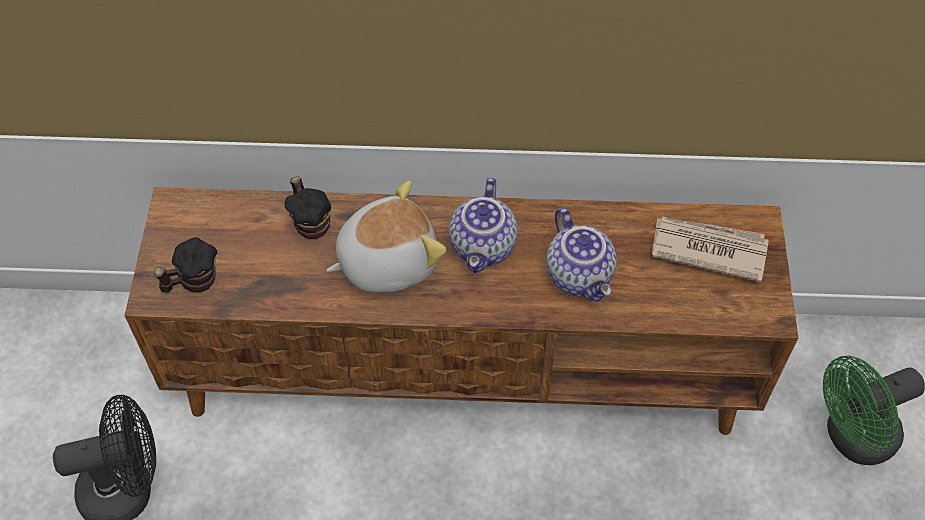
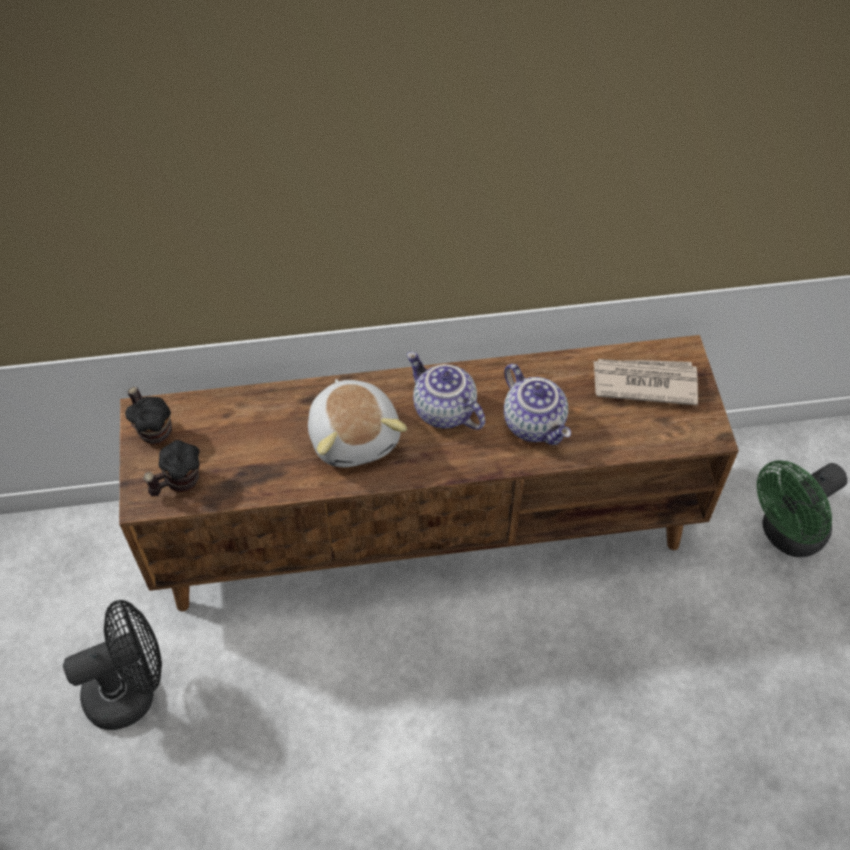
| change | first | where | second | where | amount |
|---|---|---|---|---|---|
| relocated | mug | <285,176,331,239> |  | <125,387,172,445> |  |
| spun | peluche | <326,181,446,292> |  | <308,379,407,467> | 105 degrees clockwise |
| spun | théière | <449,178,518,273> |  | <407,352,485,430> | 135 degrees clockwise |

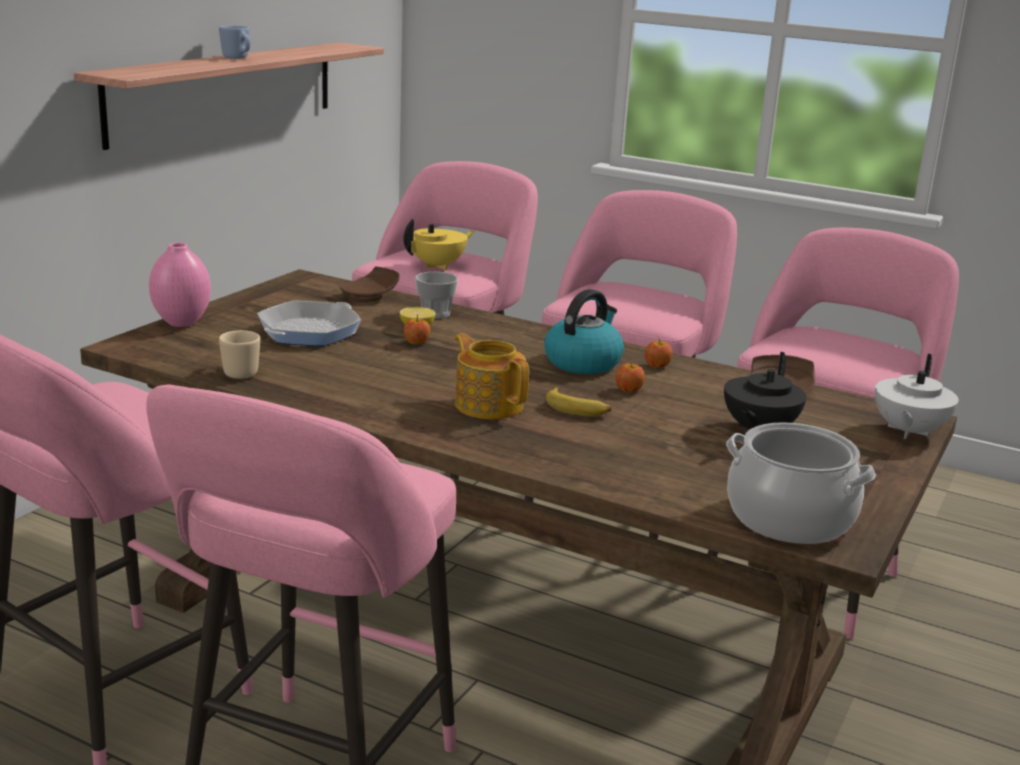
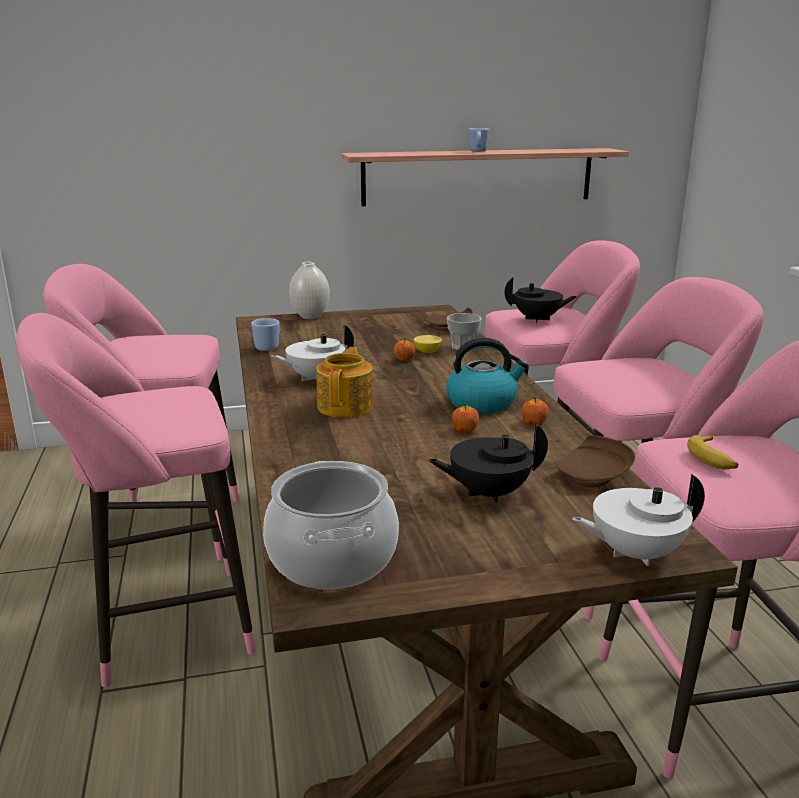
| change | first | where | second | where | amount |
|---|---|---|---|---|---|
| missing | poêle | <257,300,361,346> |  |  |  |
| appeared |  |  | théière (blanc) | <271,324,354,381> |  |
| relocated | banane | <546,387,611,417> |  | <687,435,739,470> |  |
| colour | vase (rose) | <149,243,211,327> | vase (blanc) | <289,262,330,319> |  |
| colour | mug (beige) | <219,330,260,379> | mug (bleu) | <251,318,280,351> |  |
| colour | théière (jaune) | <404,219,474,270> | théière (noir) | <505,277,577,323> |  |

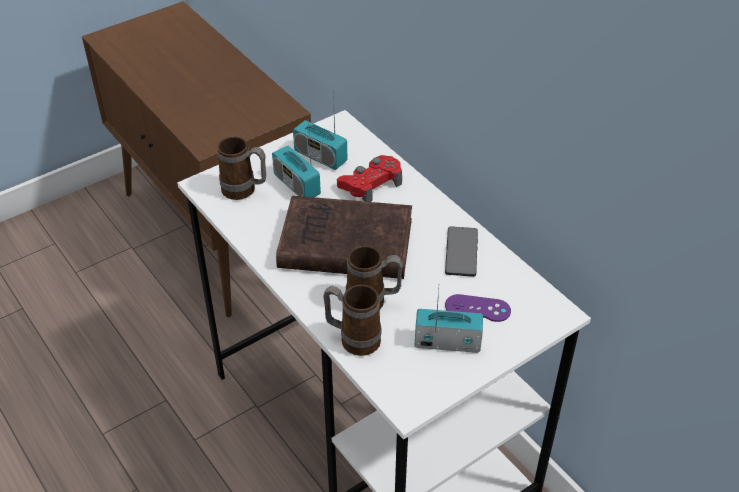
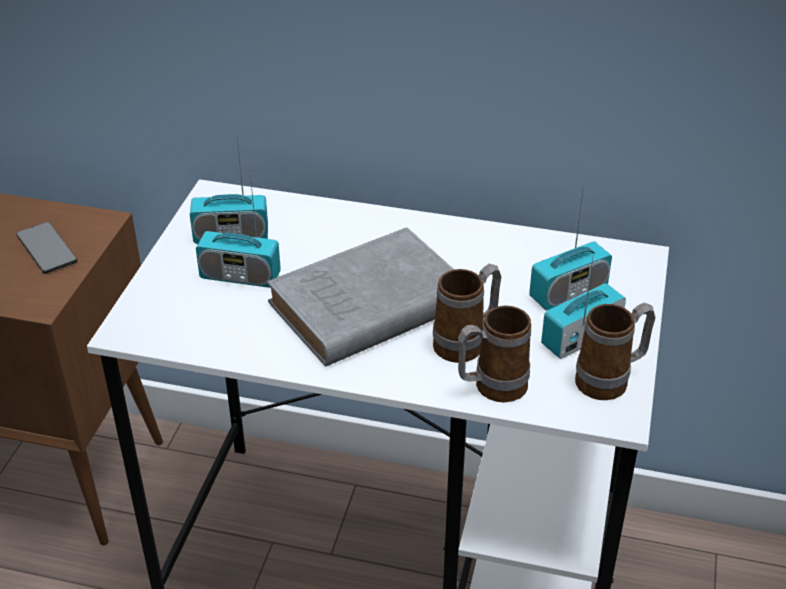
| change | first | where | second | where | amount |
|---|---|---|---|---|---|
| missing | manette (rouge) | <337,155,402,202> |  |  |  |
| relocated | mug | <217,137,266,200> |  | <575,303,655,400> |  |
| relocated | téléphone | <445,226,478,277> |  | <16,222,77,273> |  |
| exchanged | manette (violet) | <445,294,511,322> | radio | <529,184,612,310> |  |
| colour | livre (marron) | <276,196,412,279> | livre (gris) | <267,227,454,367> |  |

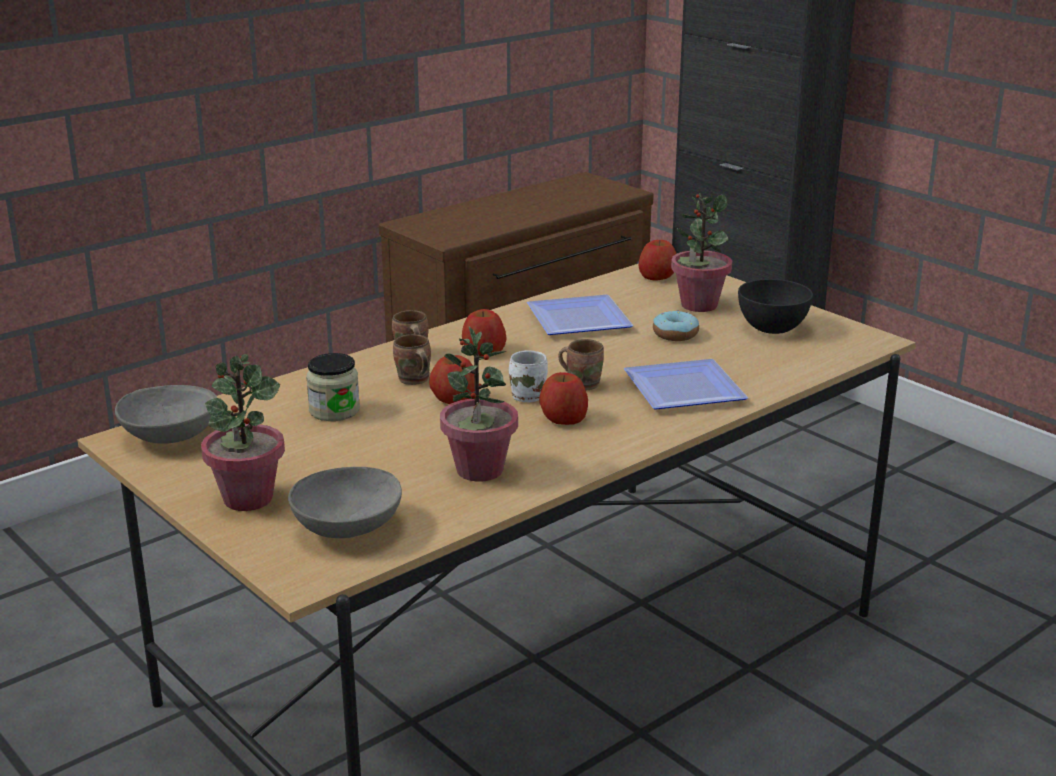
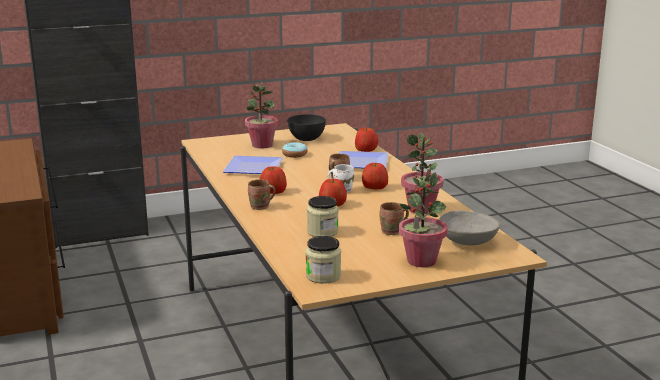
| change | first | where | second | where | amount |
|---|---|---|---|---|---|
| relocated | mug (marron) | <393,334,431,385> |  | <379,202,409,235> |  |
| relocated | pomme | <639,240,676,280> |  | <355,128,379,152> |  |
| exchanged | bol (gris) | <115,385,217,444> | bocal | <306,236,341,284> |  |

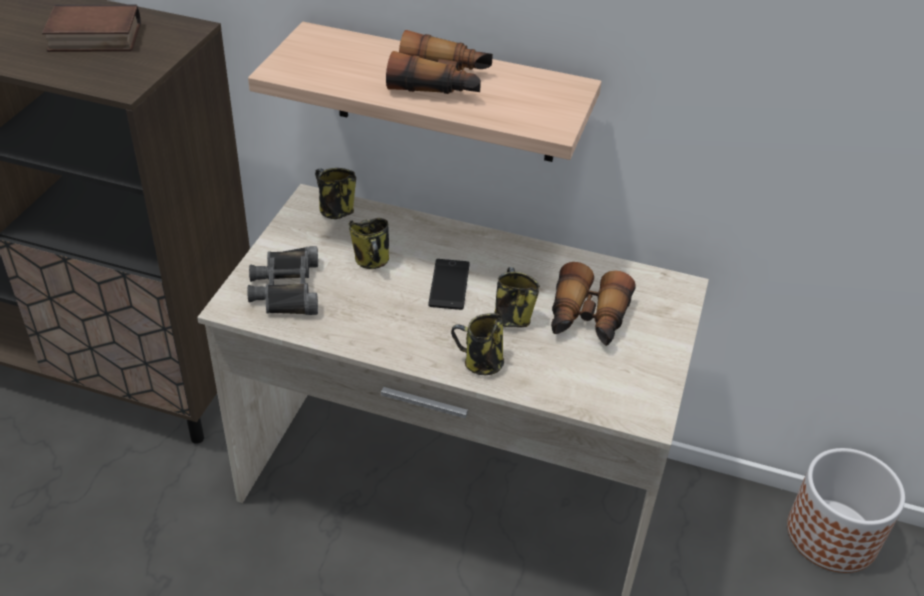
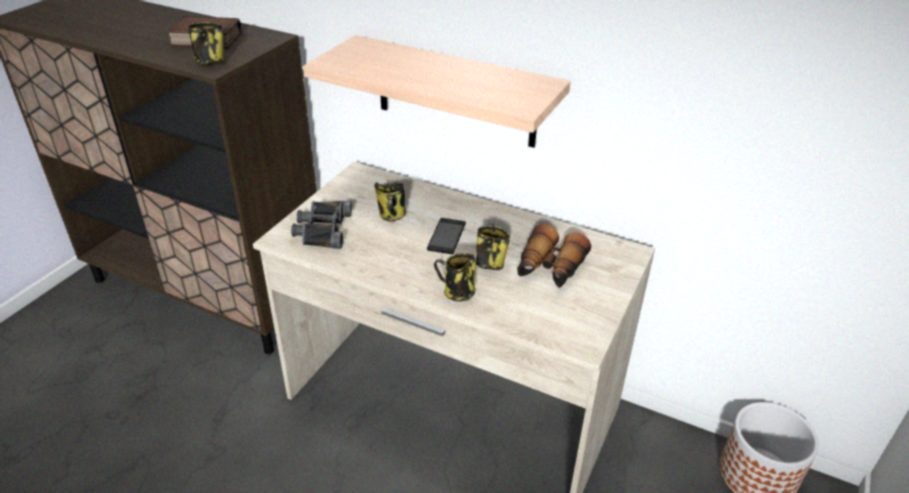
| change | first | where | second | where | amount |
|---|---|---|---|---|---|
| missing | jumelles | <386,30,493,94> |  |  |  |
| relocated | mug | <315,168,356,219> |  | <188,22,225,65> |  |

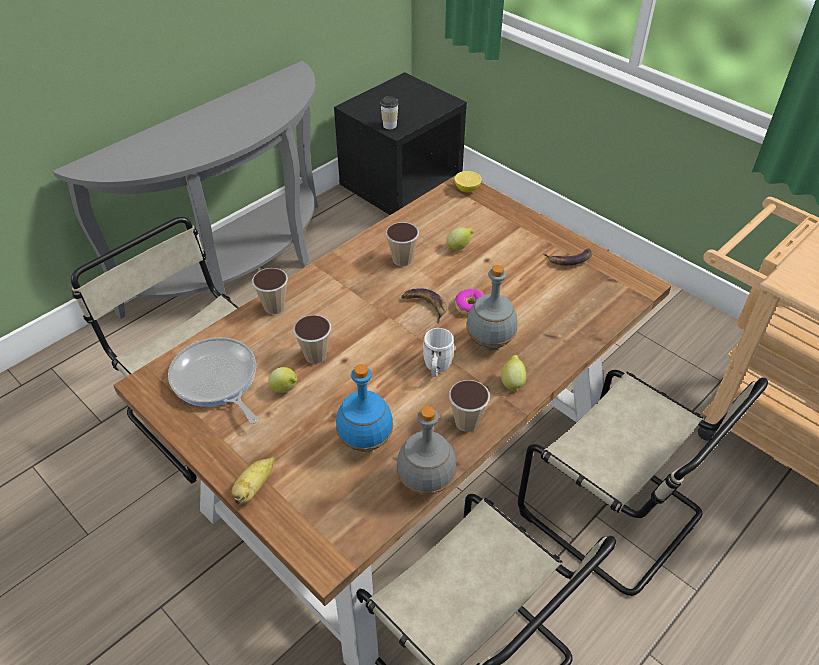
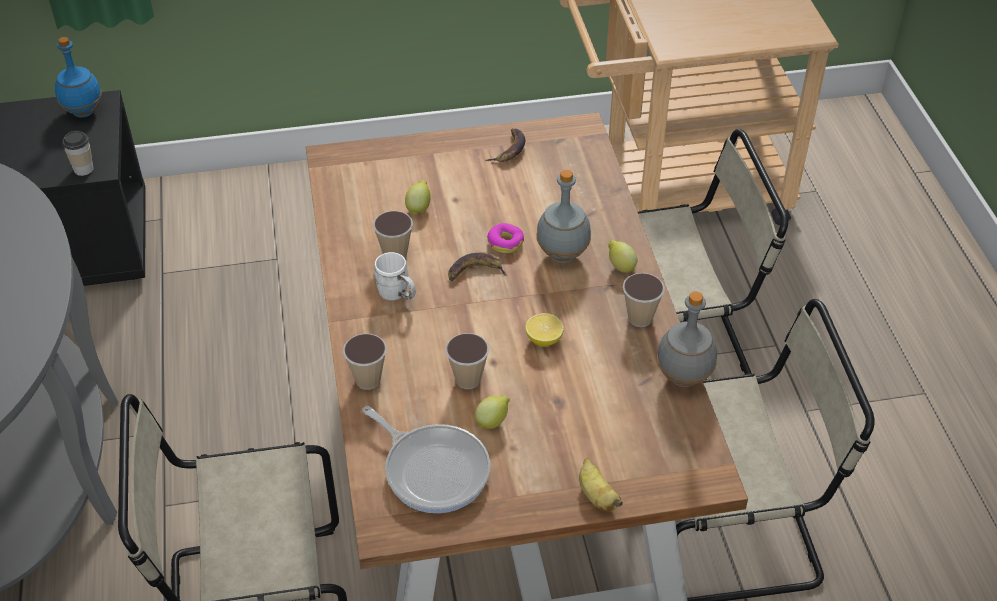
| change | first | where | second | where | amount |
|---|---|---|---|---|---|
| relocated | bouteille (bleu) | <336,364,393,452> |  | <55,37,102,117> |  |
| relocated | mug (blanc) | <423,328,455,377> |  | <374,252,415,301> |  |
| relocated | citron | <454,171,482,192> |  | <525,313,564,347> |  |
| spun | poêle | <168,337,258,424> |  | <362,406,490,513> | 135 degrees counterclockwise |

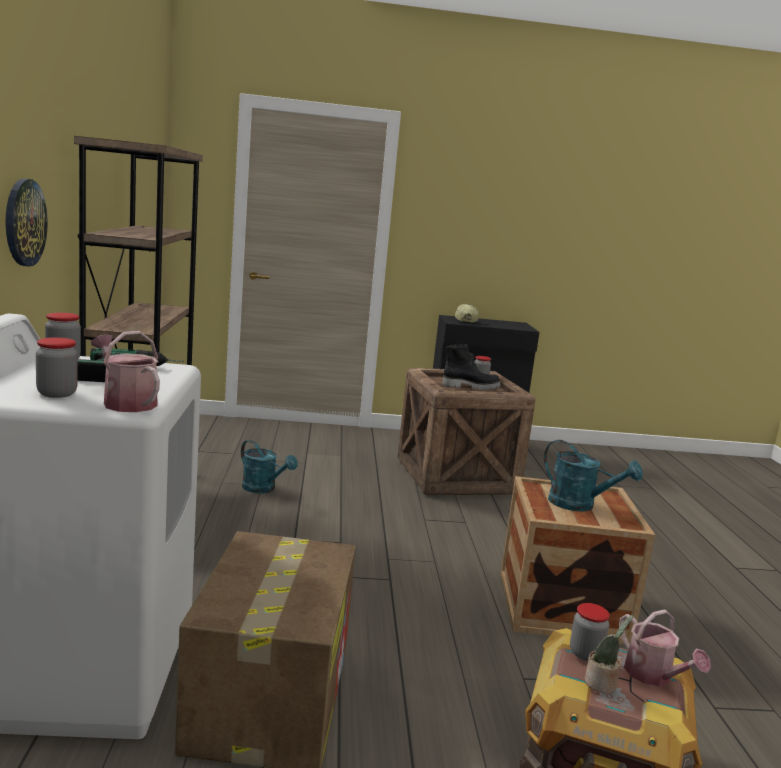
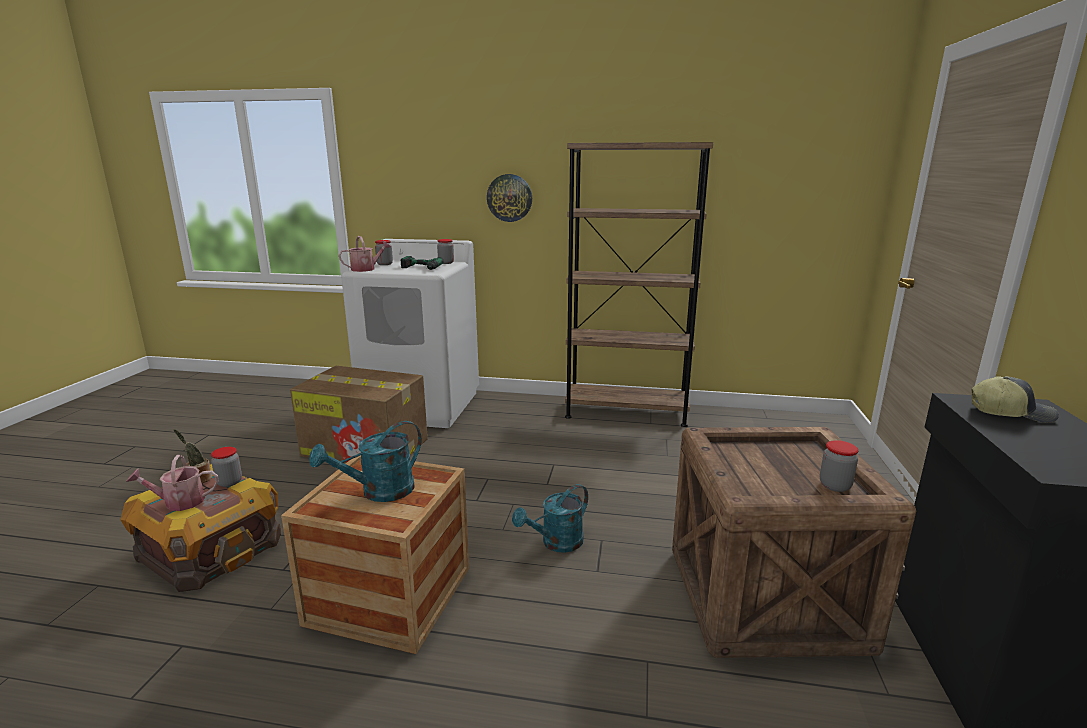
| change | first | where | second | where | amount |
|---|---|---|---|---|---|
| missing | botte (noir) | <442,344,501,390> |  |  |  |
| relocated | arrosoir (turquoise) | <241,440,298,493> |  | <512,484,588,553> |  |

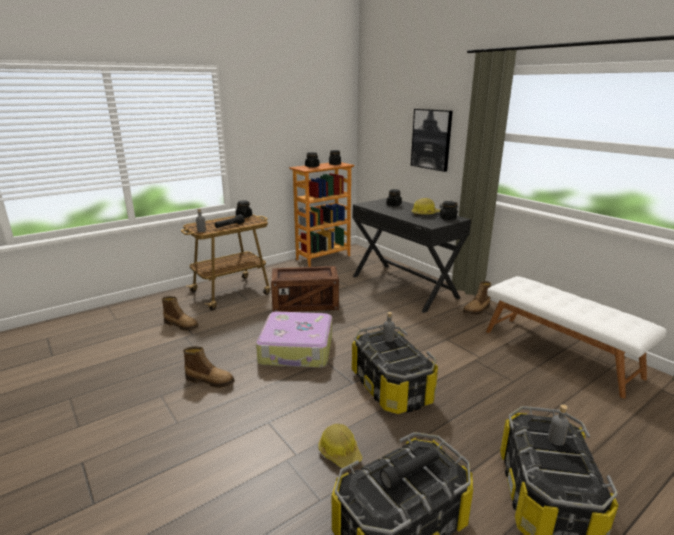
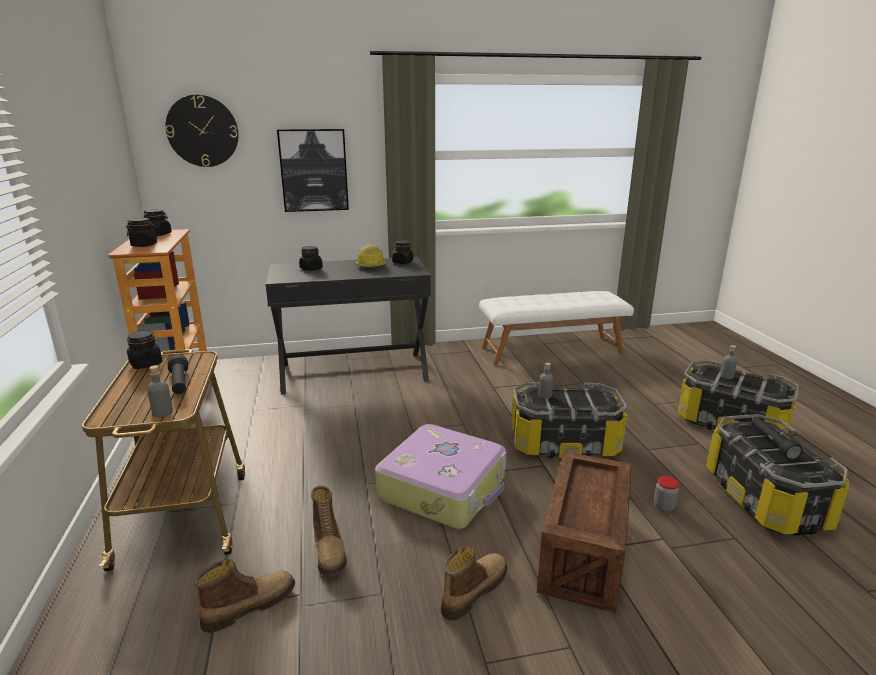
| change | first | where | second | where | amount |
|---|---|---|---|---|---|
| appeared |  |  | horloge murale | <166,95,239,167> |  |
| relocated | caisse | <271,266,339,312> |  | <537,451,631,613> |  |
| relocated | botte | <463,281,491,315> |  | <311,485,347,577> |  |
| exchanged | casque de chantier | <318,424,362,468> | bocal | <654,476,679,512> |  |

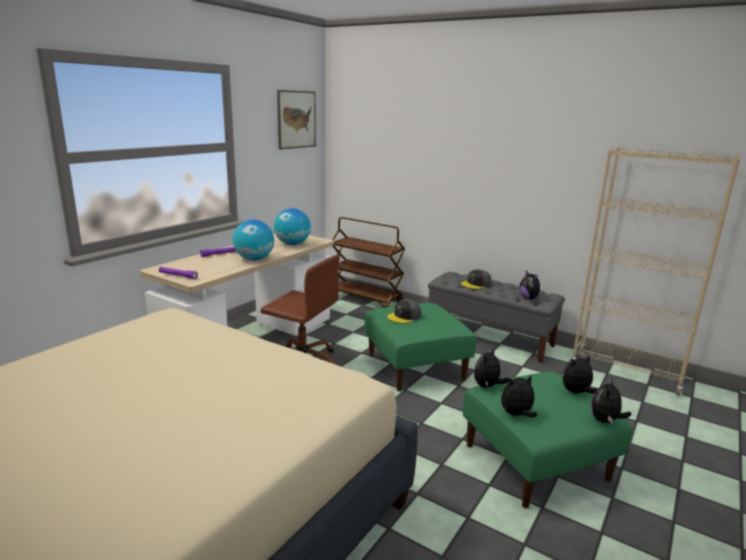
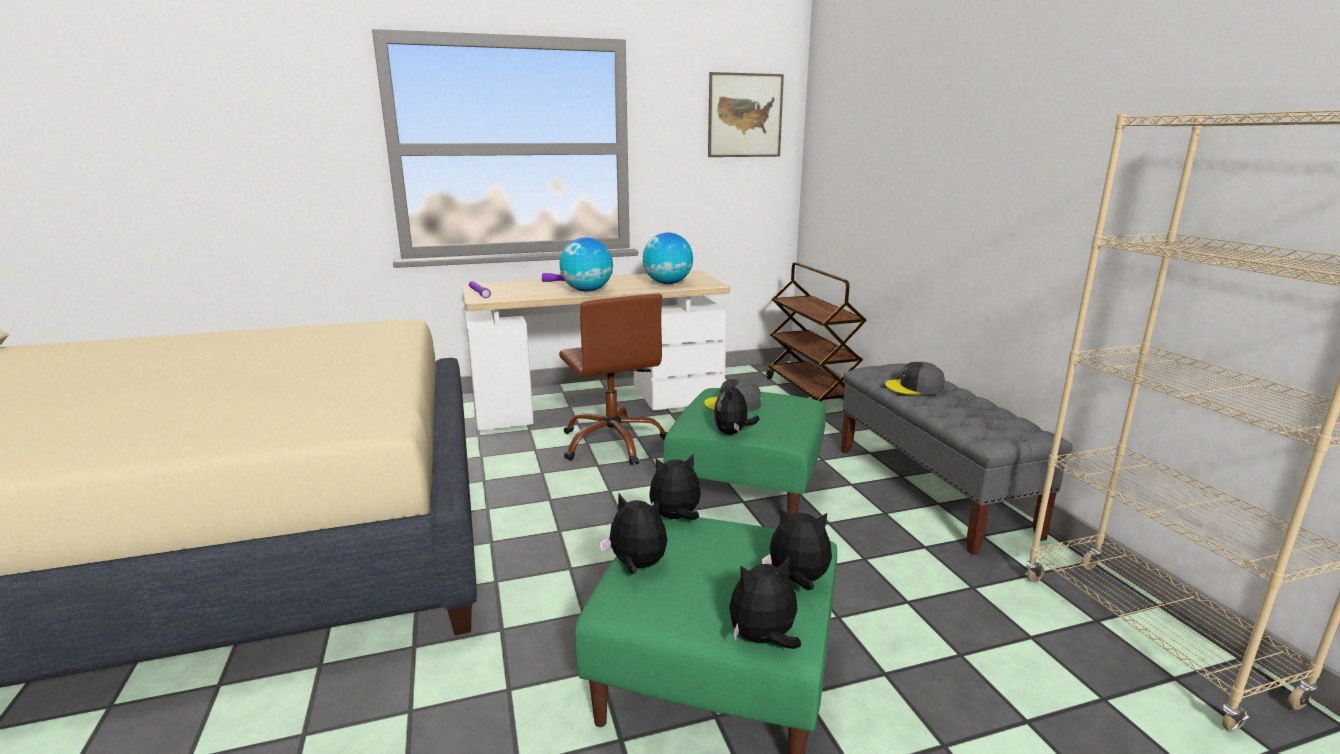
| change | first | where | second | where | amount |
|---|---|---|---|---|---|
| relocated | peluche | <519,271,544,299> |  | <714,381,759,435> |  |

